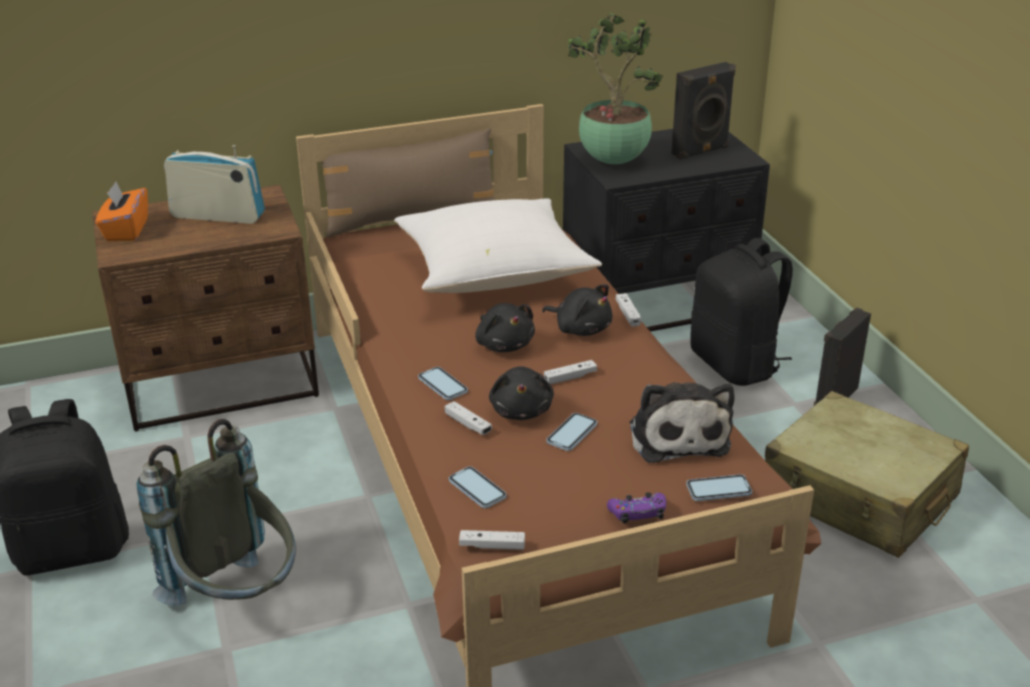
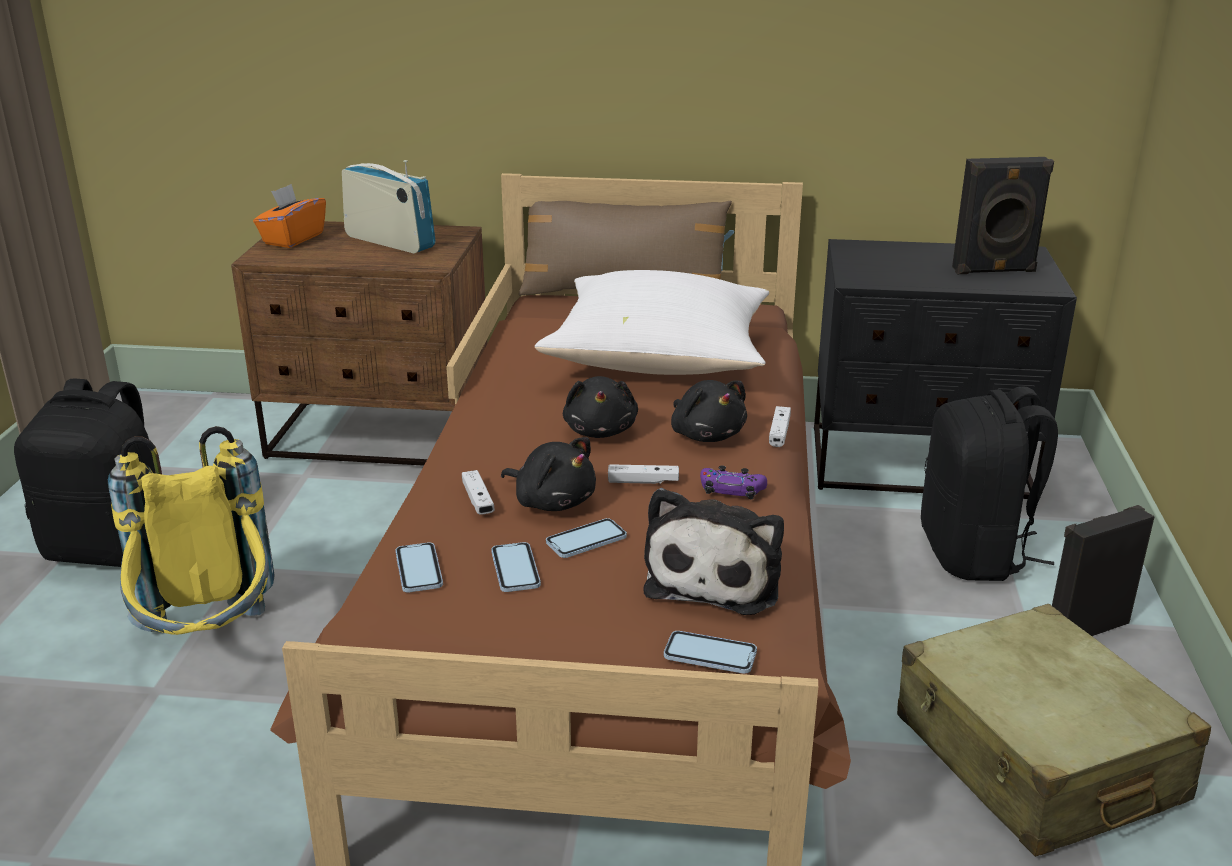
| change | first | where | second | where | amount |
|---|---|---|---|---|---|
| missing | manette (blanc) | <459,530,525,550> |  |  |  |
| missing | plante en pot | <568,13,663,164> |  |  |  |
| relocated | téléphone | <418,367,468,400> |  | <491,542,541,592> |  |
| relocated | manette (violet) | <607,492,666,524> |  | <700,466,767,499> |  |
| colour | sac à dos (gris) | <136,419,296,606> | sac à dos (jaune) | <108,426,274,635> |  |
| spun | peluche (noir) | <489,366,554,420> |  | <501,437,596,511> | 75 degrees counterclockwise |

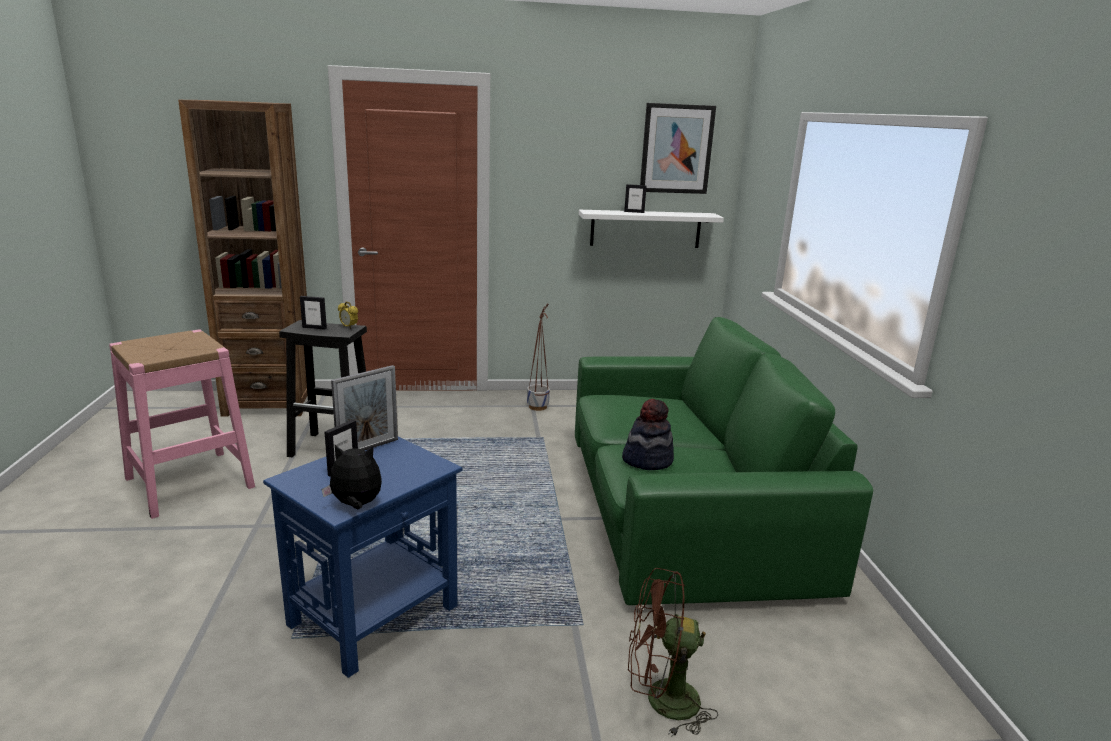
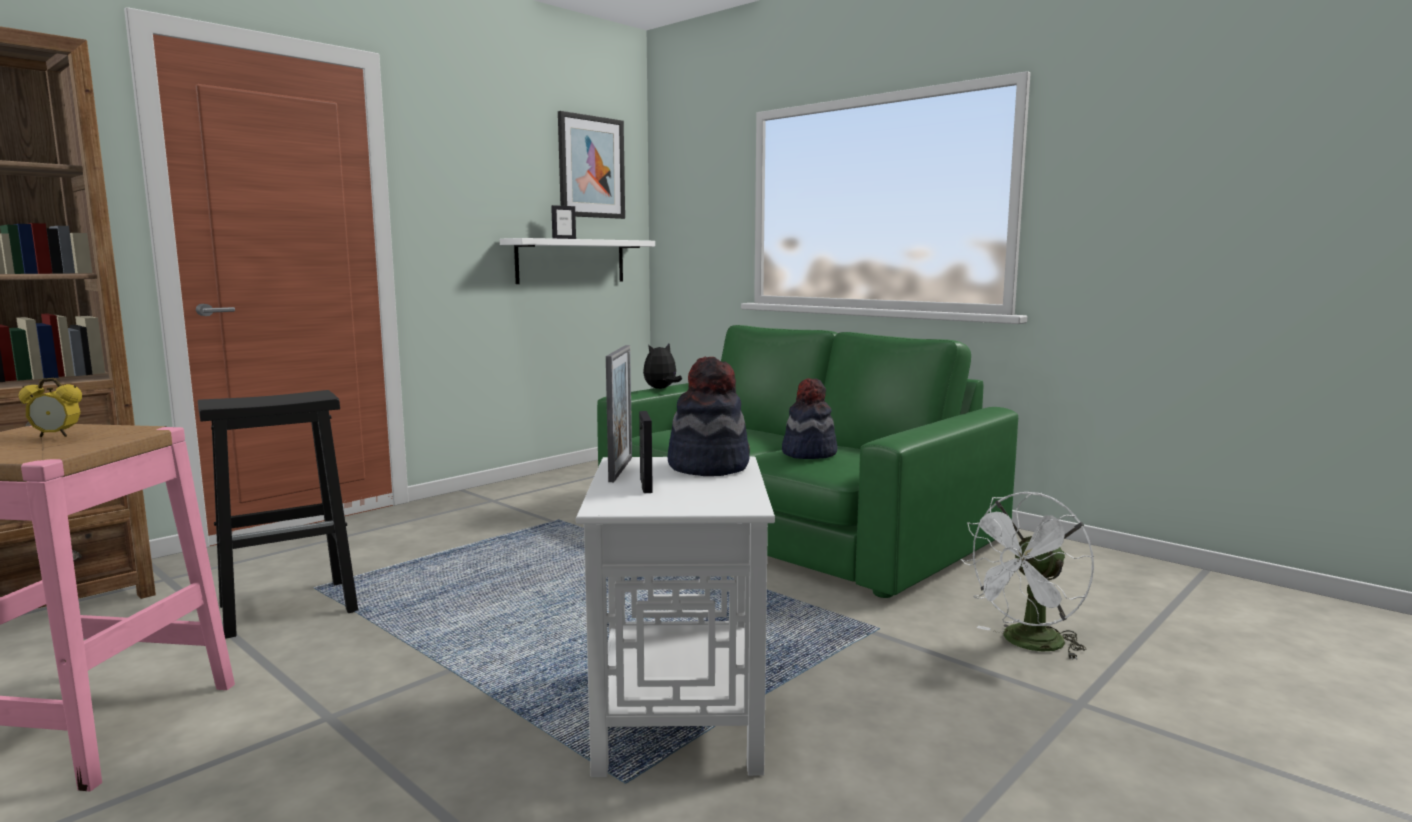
| change | first | where | second | where | amount |
|---|---|---|---|---|---|
| missing | cadre photo | <300,296,327,329> |  |  |  |
| missing | cache-pot | <527,304,550,411> |  |  |  |
| appeared |  |  | chapeau | <667,357,750,476> |  |
| relocated | peluche | <321,445,382,510> |  | <643,344,682,389> |  |
| relocated | réveil | <338,302,358,329> |  | <19,378,82,437> |  |
| colour | table d'appoint (bleu) | <263,437,462,678> | table d'appoint (blanc) | <576,457,775,777> |  |
| colour | ventilateur (marron) | <628,568,718,737> | ventilateur (blanc) | <960,492,1094,660> |  |

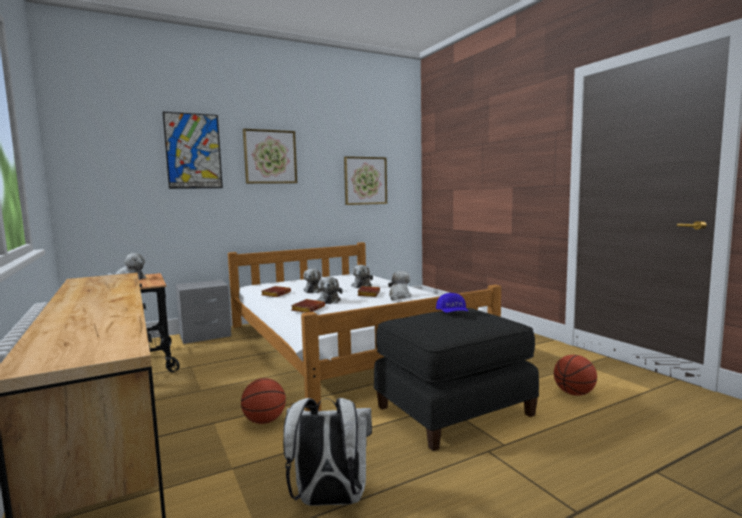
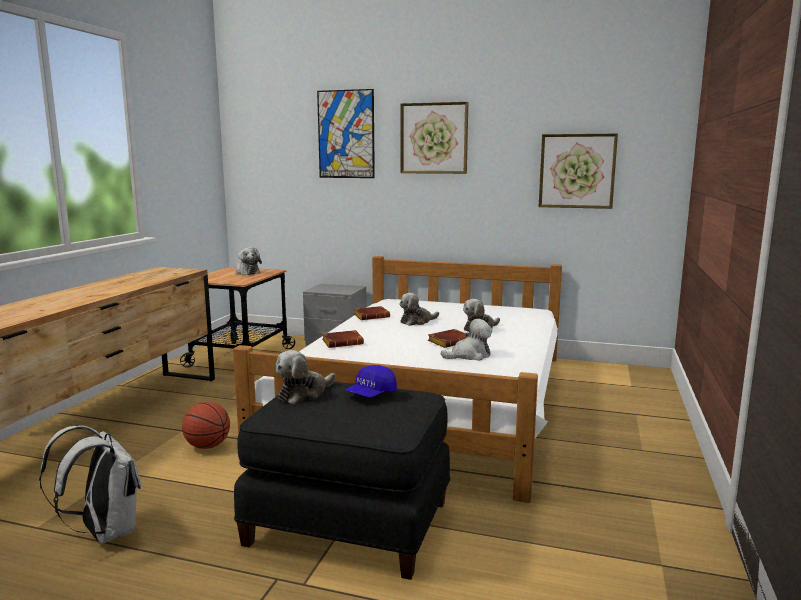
| change | first | where | second | where | amount |
|---|---|---|---|---|---|
| missing | ballon de basket | <554,355,597,396> |  |  |  |
| relocated | peluche | <317,276,343,304> |  | <276,350,336,405> |  |

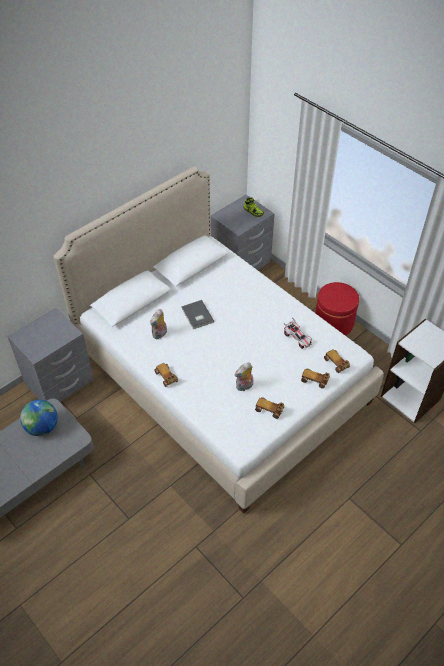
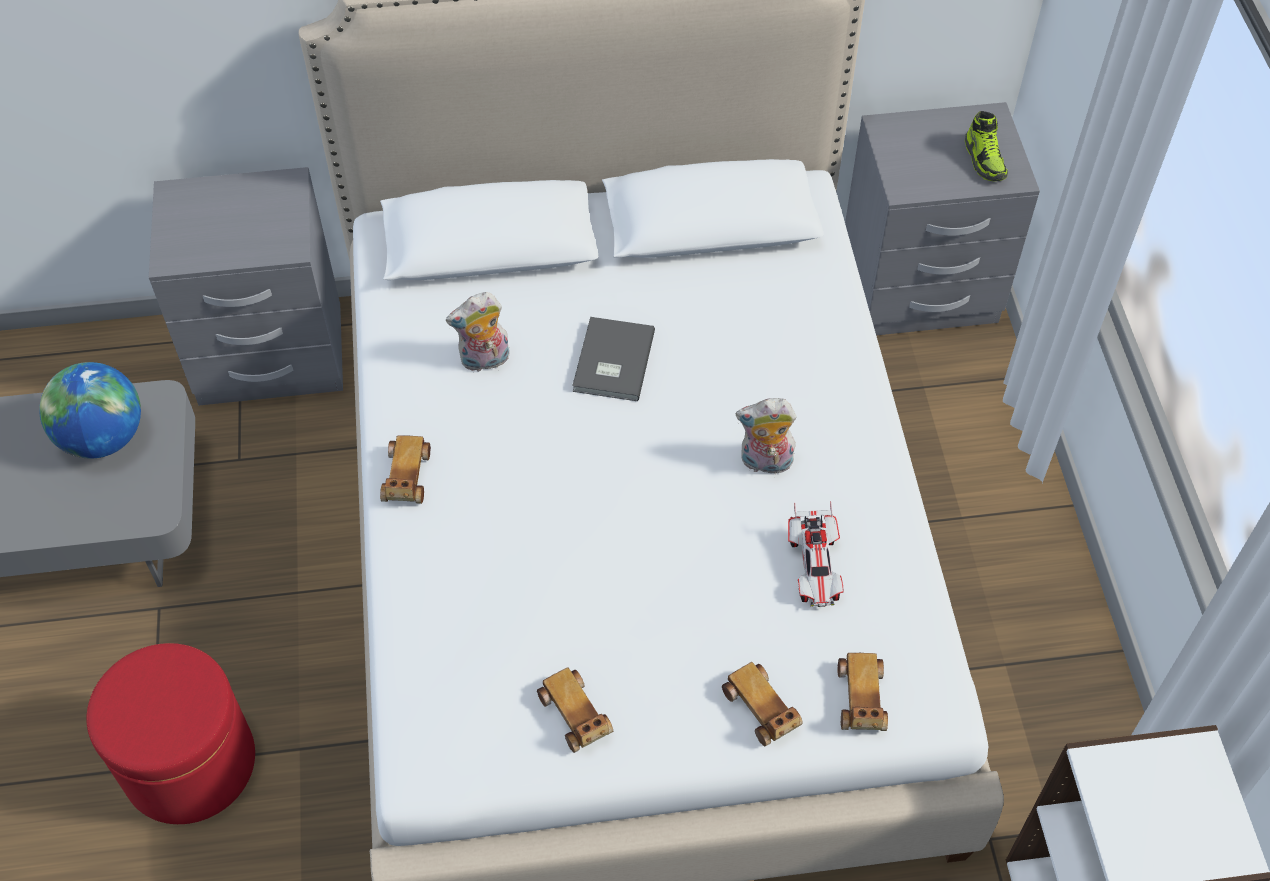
| change | first | where | second | where | amount |
|---|---|---|---|---|---|
| relocated | peluche | <235,362,253,391> |  | <736,398,796,474> |  |
| relocated | pouf (rouge) | <315,282,359,336> |  | <86,643,255,824> |  |

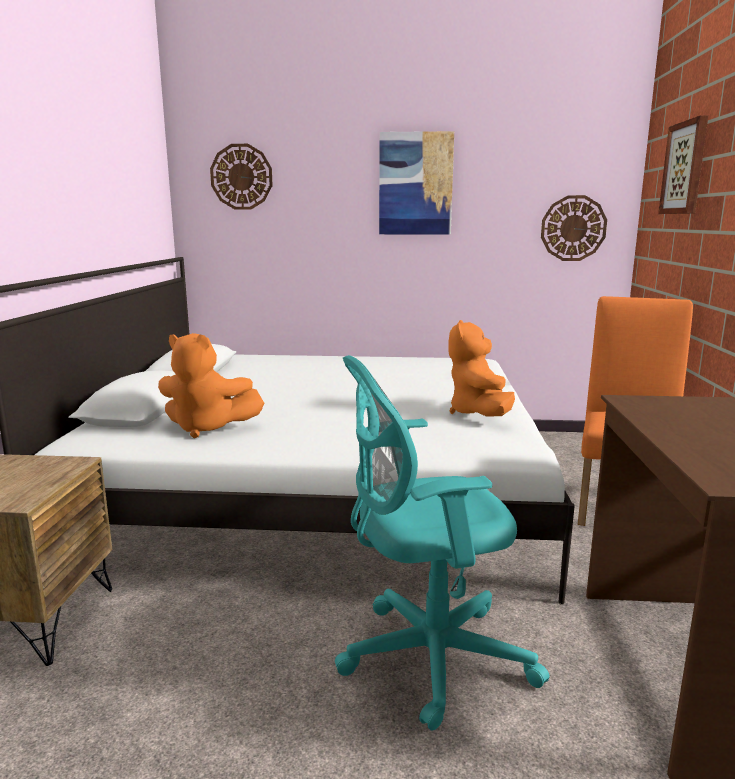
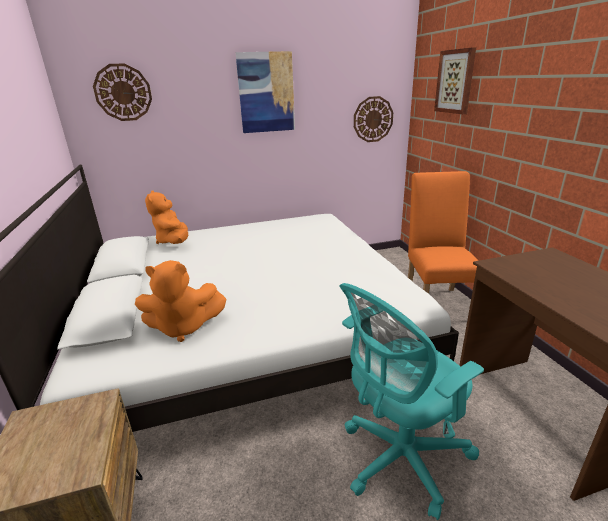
| change | first | where | second | where | amount |
|---|---|---|---|---|---|
| relocated | peluche (orange) | <449,320,515,417> |  | <145,190,188,244> |  |

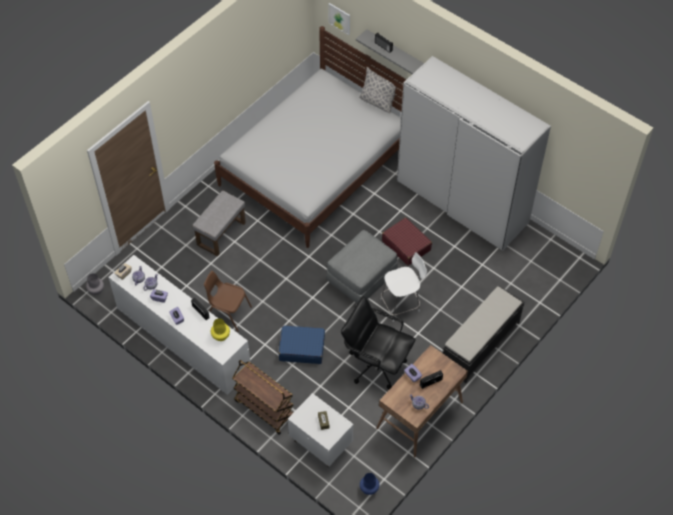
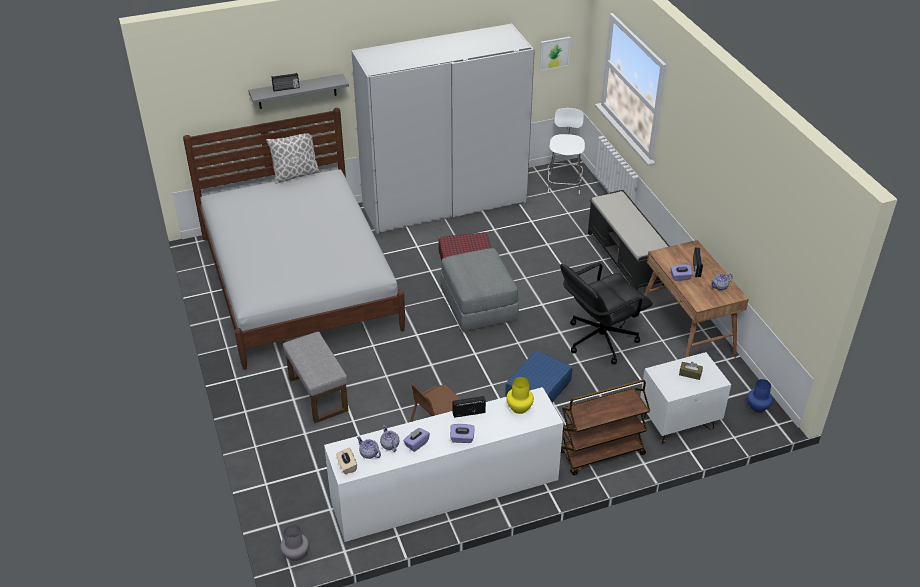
| change | first | where | second | where | amount |
|---|---|---|---|---|---|
| relocated | tableau | <329,3,350,35> |  | <539,37,571,71> |  |
| relocated | chaise (blanc) | <381,252,427,322> |  | <548,108,585,194> |  |

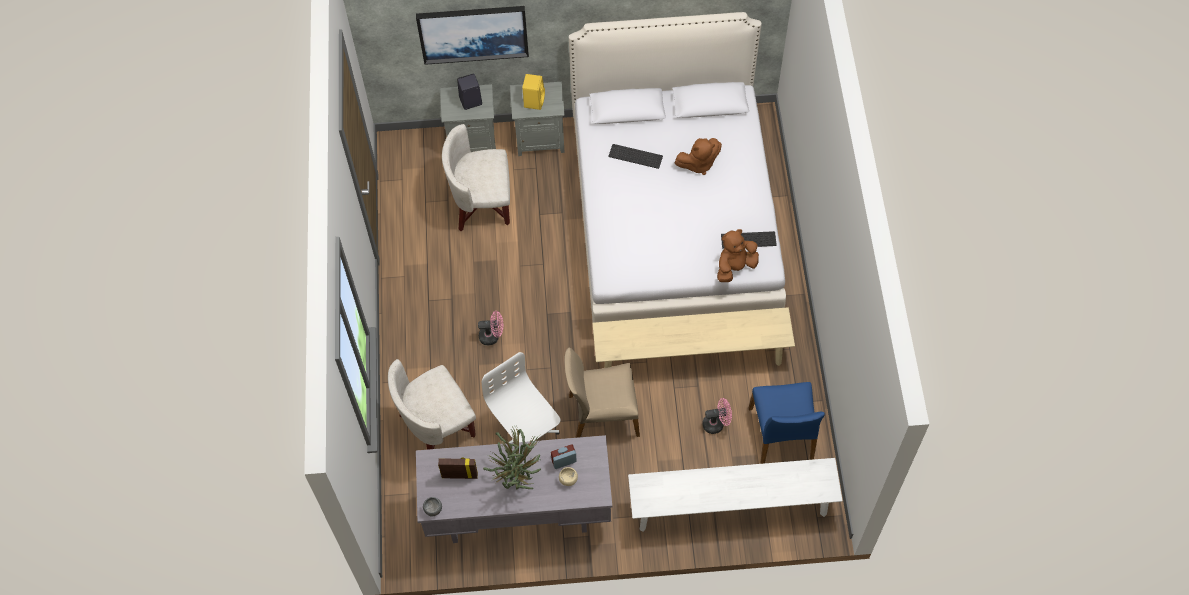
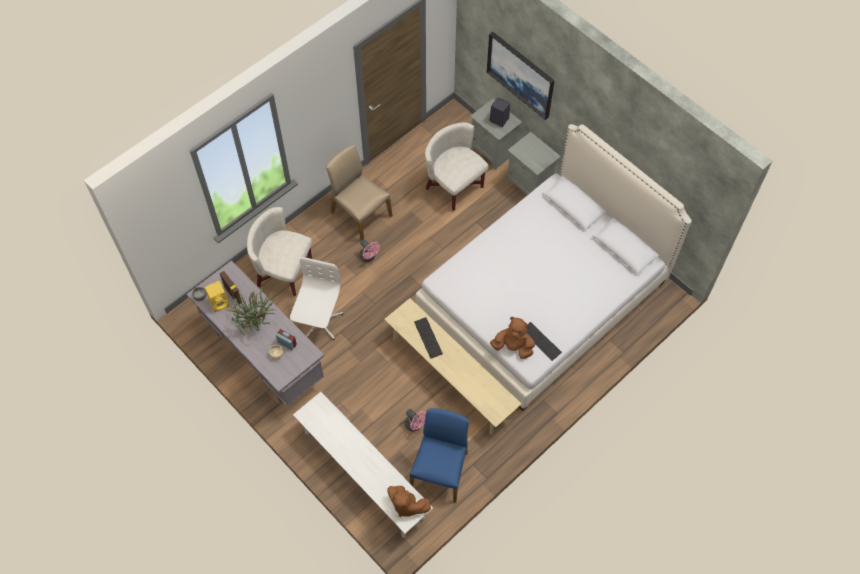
| change | first | where | second | where | amount |
|---|---|---|---|---|---|
| relocated | enceinte (jaune) | <522,74,545,110> |  | <205,281,230,312> |  |
| relocated | chaise (beige) | <564,348,640,438> |  | <326,145,392,240> |  |
| relocated | clavier | <608,144,663,169> |  | <414,317,443,359> |  |
| relocated | peluche (marron) | <675,138,722,175> |  | <387,486,431,517> |  |
| spun | chaise (bleu) | <749,382,825,464> |  | <410,408,469,503> | 150 degrees clockwise |

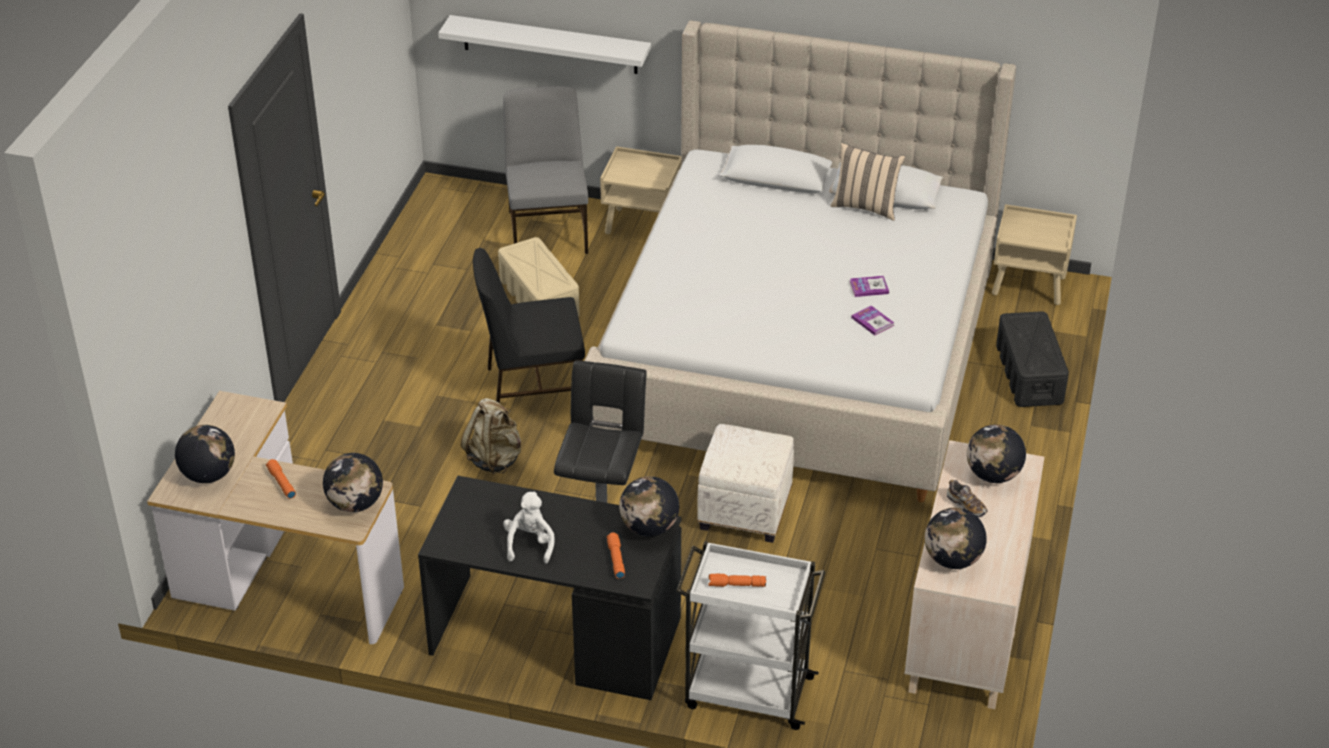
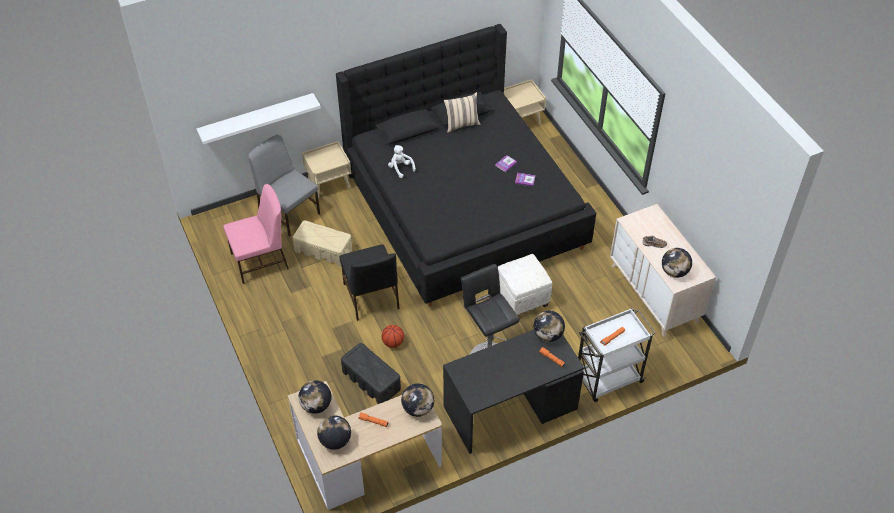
| change | first | where | second | where | amount |
|---|---|---|---|---|---|
| appeared |  |  | chaise (rose) | <223,184,289,284> |  |
| relocated | peluche (blanc) | <503,491,555,564> |  | <388,145,416,178> |  |
| relocated | globe | <967,424,1026,483> |  | <298,380,332,414> |  |
| relocated | boîte de rangement (noir) | <996,311,1069,407> |  | <341,343,401,404> |  |
| exchanged | sac à dos (beige) | <461,398,521,474> | ballon de basket | <382,325,404,348> |  |
| colour | lit (beige) | <585,20,1016,502> | lit (noir) | <336,24,596,307> |  |
| spun | chaise (noir) | <473,248,585,403> |  | <340,244,400,321> | 60 degrees counterclockwise |

